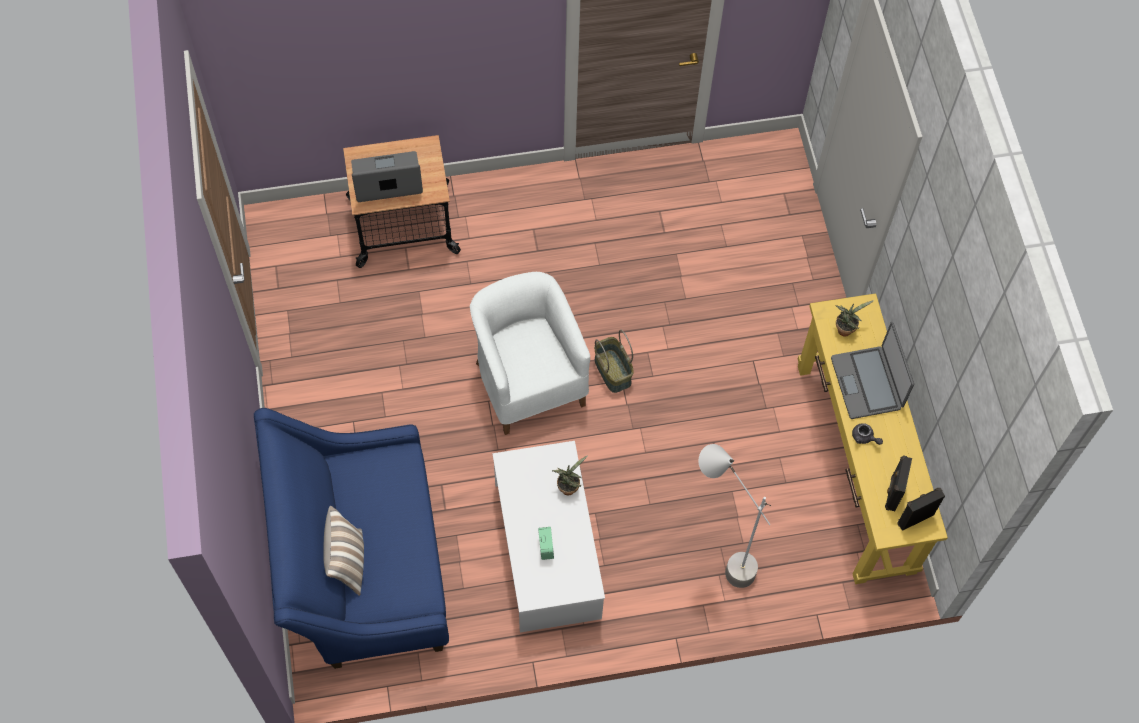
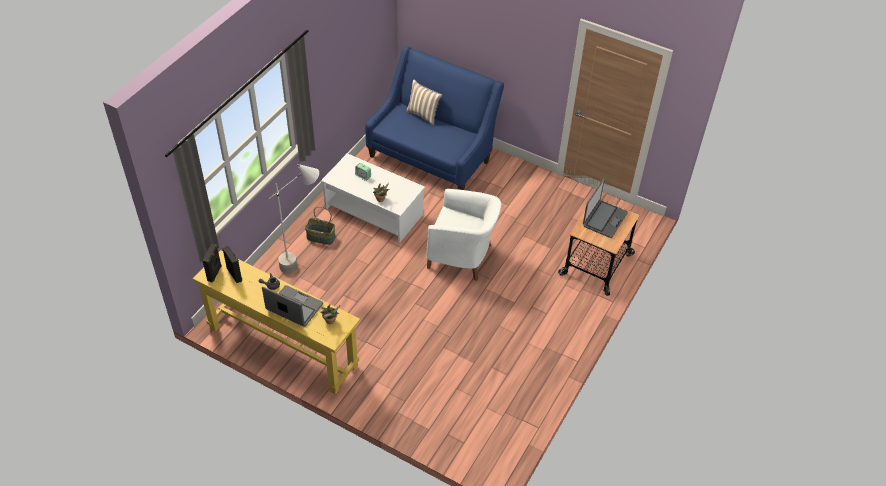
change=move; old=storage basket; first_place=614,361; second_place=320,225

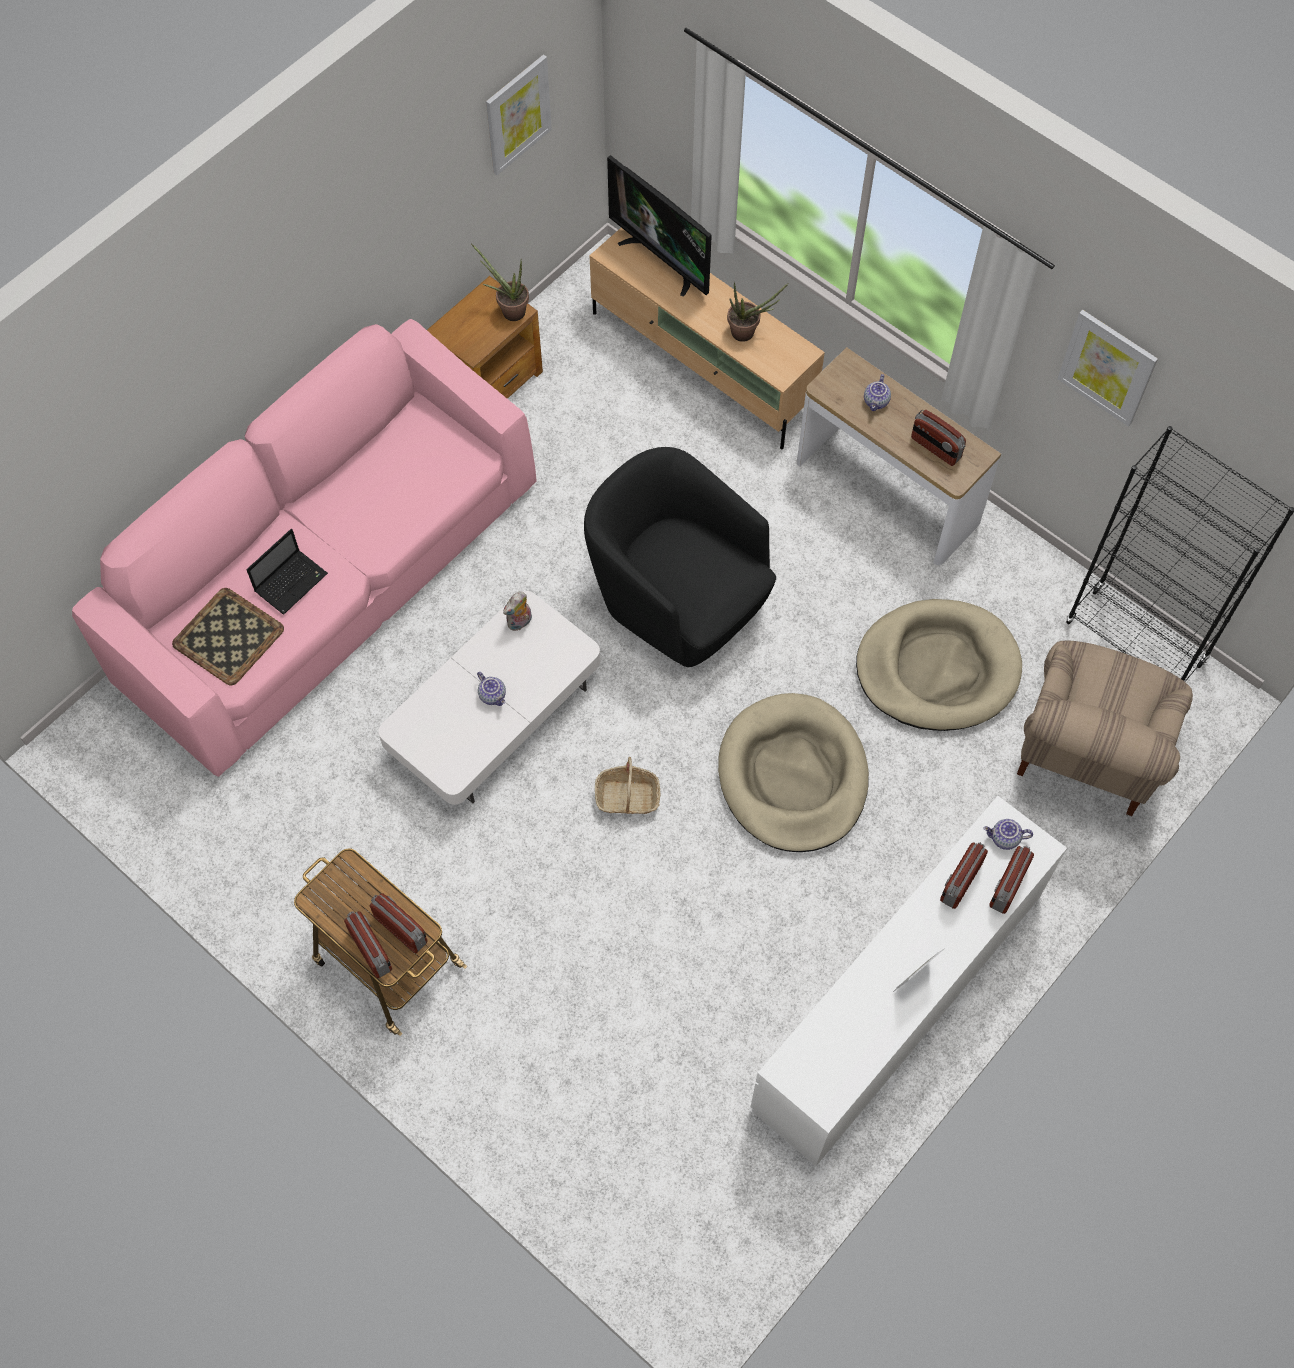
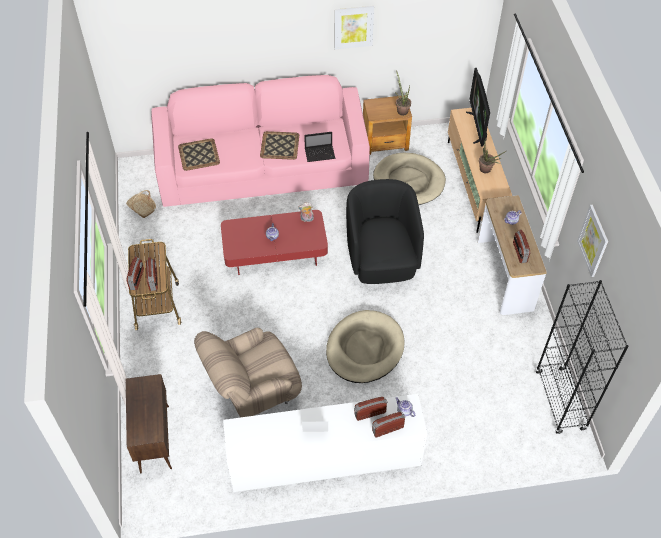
change=move; old=storage basket; first_place=627,785; second_place=141,204
change=insert; new=cupboard (brownish); second_place=149,423
change=move; old=armchair (beige); first_place=1105,728; second_place=248,373
change=recolor; old=lounge table (whitish); new=lounge table (reddish); first_place=489,698; second_place=274,242
change=insert; new=serving tray; second_place=279,145
change=move; old=portable computer; first_place=287,572; second_place=319,147
change=move; old=wall picture; first_place=519,115; second_place=354,27
change=move; old=dog bed (beige); first_place=939,665; second_place=409,179

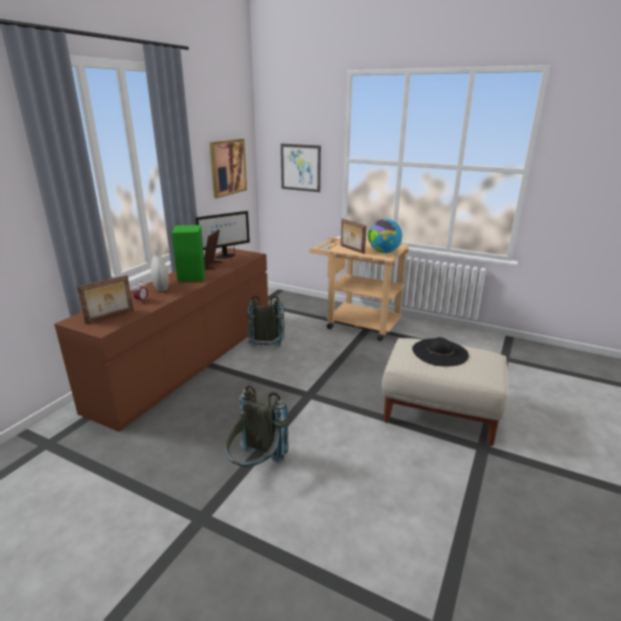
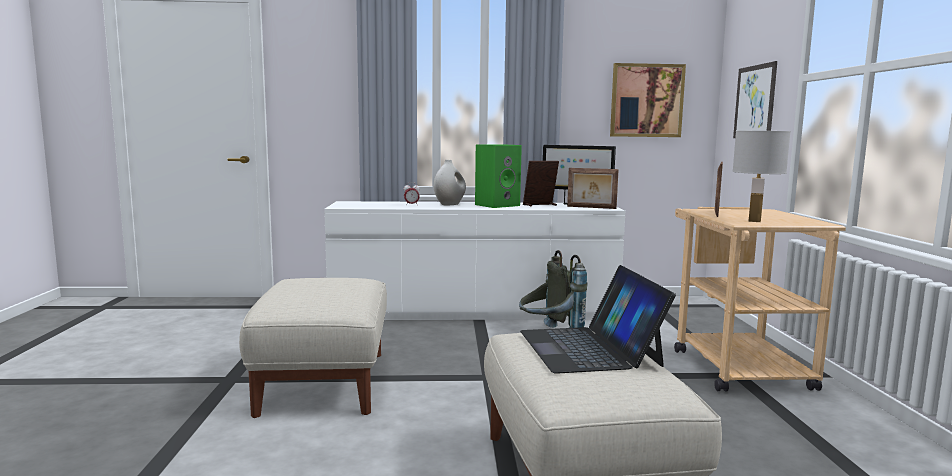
change=replace; old=backpack (greyish); new=pouffe (beige); first_place=256,426; second_place=313,348
change=recolor; old=drawer chest (brownish); new=drawer chest (whitish); first_place=161,340; second_place=474,260
change=replace; old=clothing hat (black-coloured); new=portable computer; first_place=440,351; second_place=598,319
change=move; old=picture frame; first_place=105,299; second_place=593,188
change=replace; old=desk globe; new=table lamp (whitish); first_place=385,236; second_place=761,176

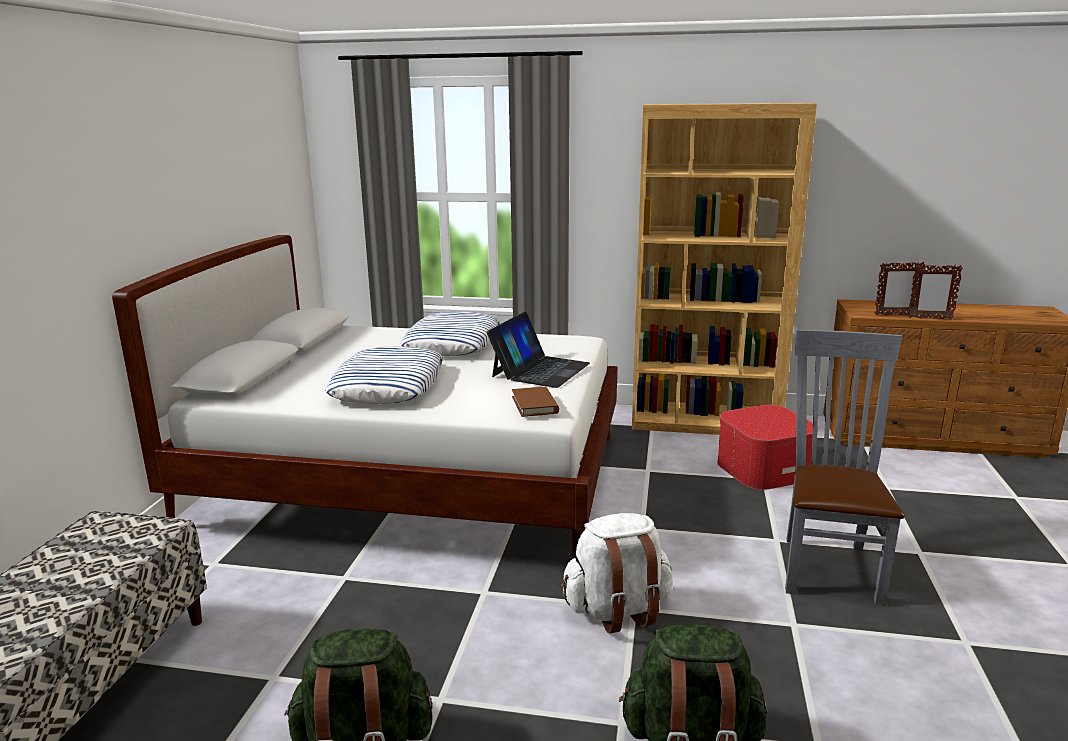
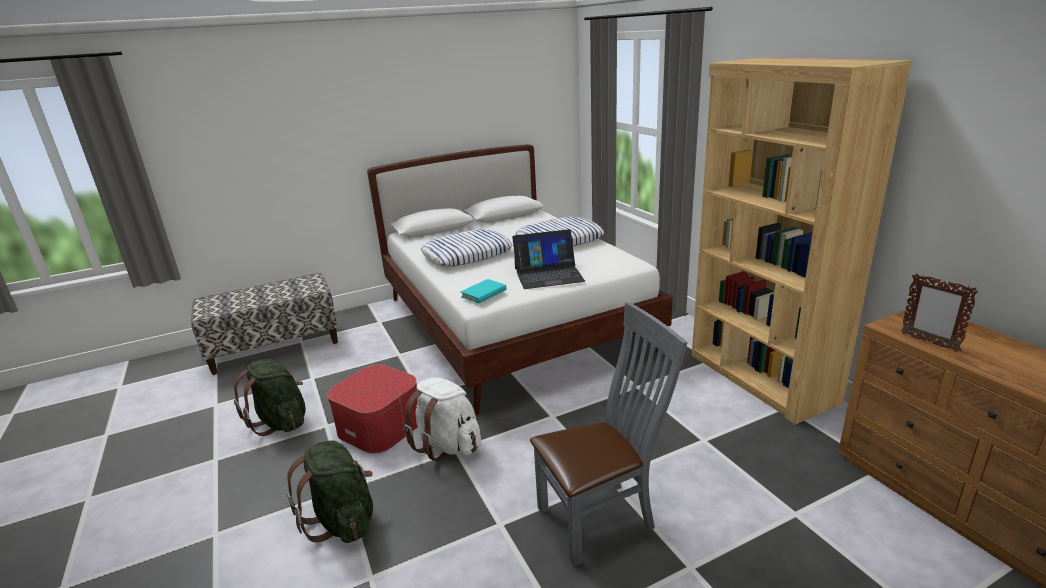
change=move; old=pouffe; first_place=767,447; second_place=372,408
change=recolor; old=book (brownish); new=book (turquoise); first_place=535,402; second_place=483,291
change=delete; old=picture frame; first_place=935,292

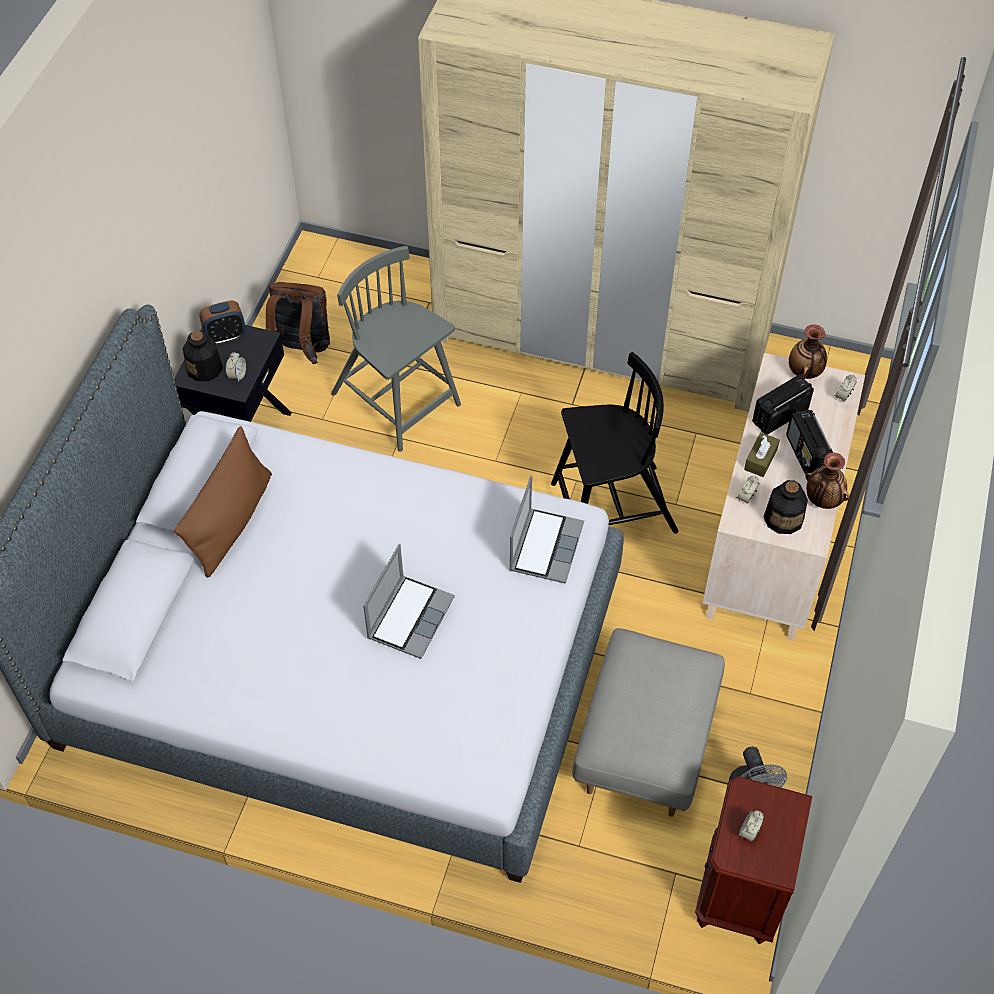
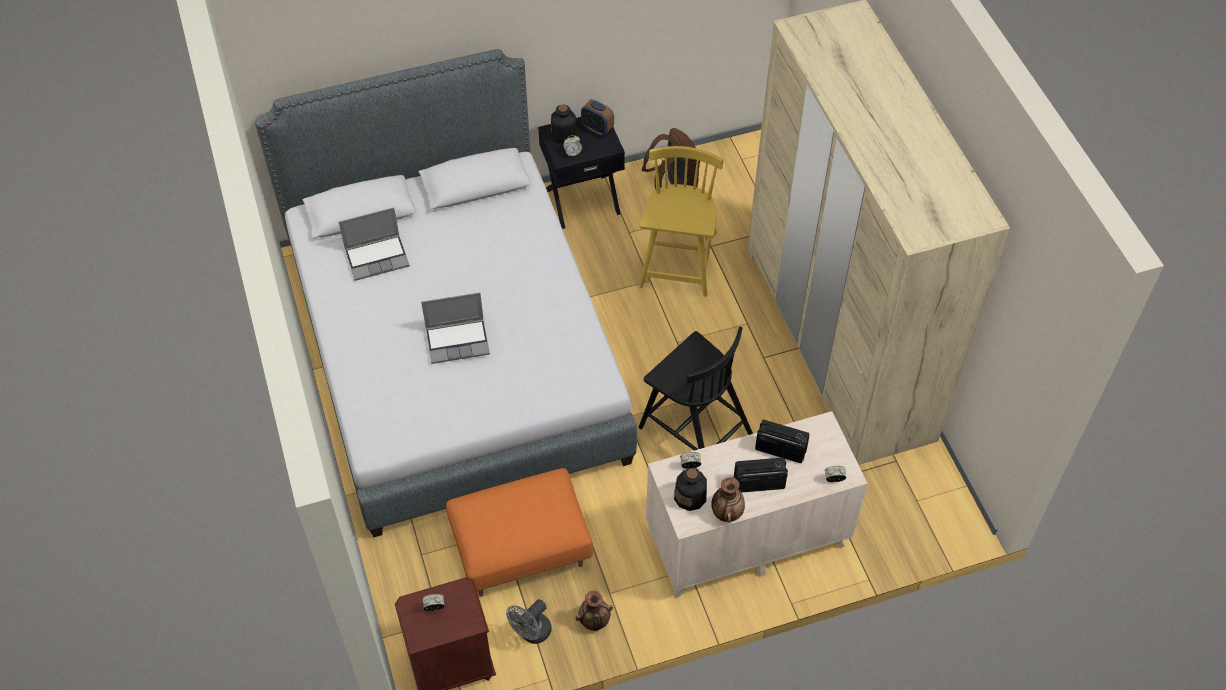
change=move; old=portable computer; first_place=546,529; second_place=374,244
change=recolor; old=pouffe (greyish); new=pouffe (orange-coloured); first_place=648,722; second_place=520,532
change=move; old=flower vase; first_place=808,352; second_place=594,611
change=recolor; old=plain chair (greyish); new=plain chair (yellow-coloured); first_place=396,349; second_place=681,221
change=rotate; old=radio set; first_place=809,443; second_place=761,475; degrees=45
change=delete; old=throw pillow (brownish); first_place=223,502
change=delete; old=tissue box (brownish); first_place=762,454

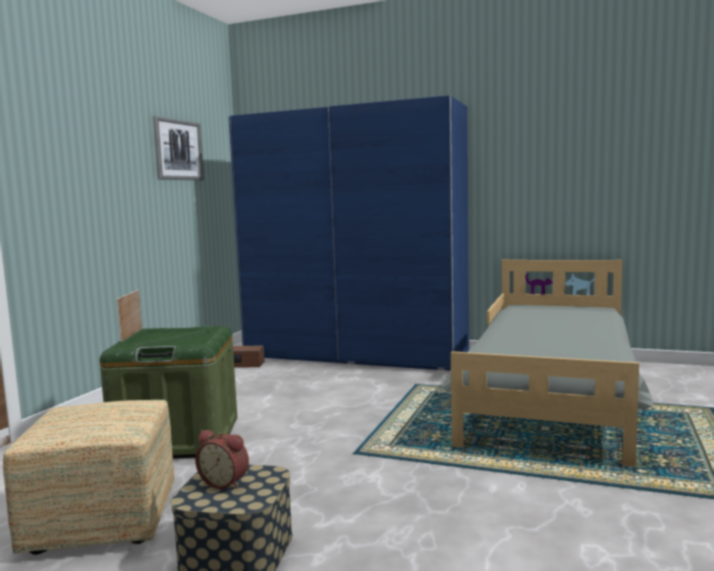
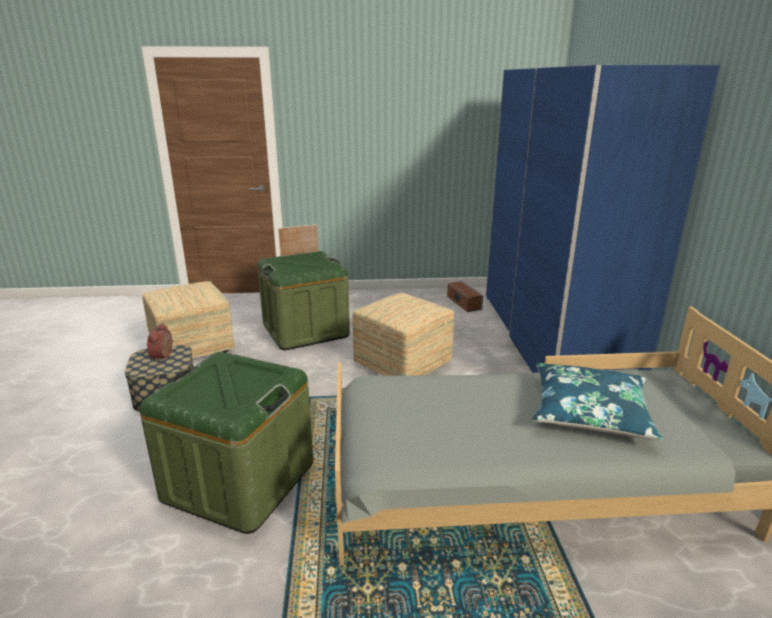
change=insert; new=storage bin (green); second_place=226,443
change=insert; new=pouffe; second_place=403,334
change=insert; new=throw pillow (blue-coloured); second_place=598,402
change=delete; old=wall picture; first_place=178,148

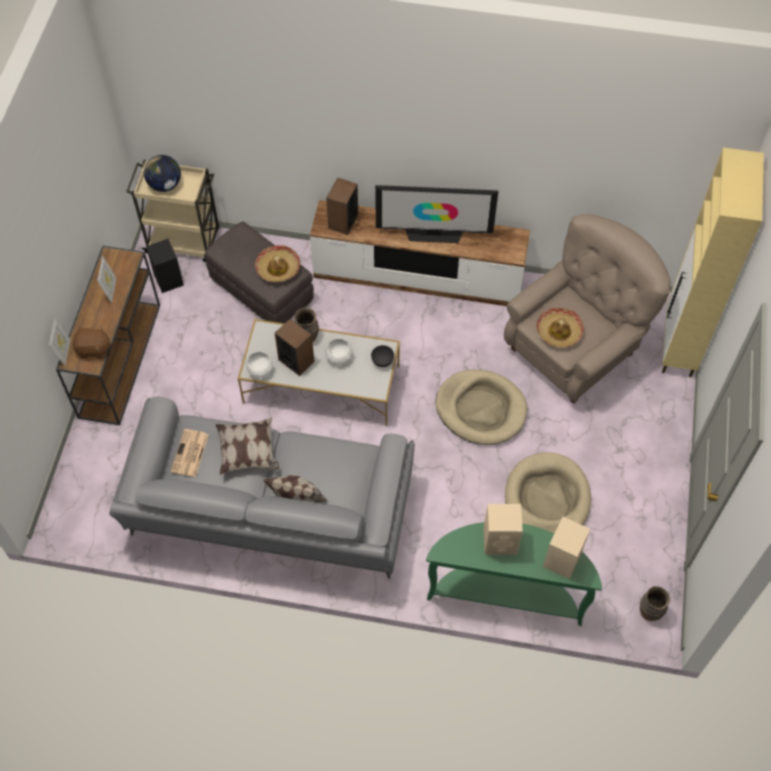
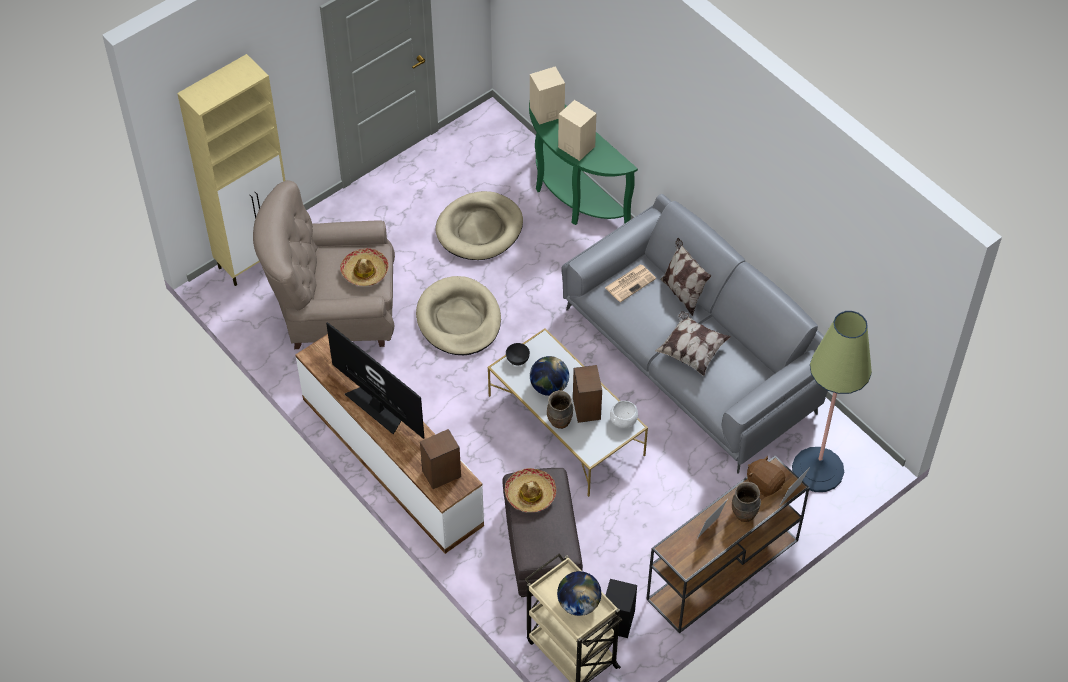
change=replace; old=deep dish (whitish); new=desk globe; first_place=339,352; second_place=549,376
change=move; old=daily paper; first_place=190,453; second_place=630,283
change=move; old=flower vase (brownish); first_place=655,603; second_place=746,502
change=insert; new=standing lamp; second_place=832,401

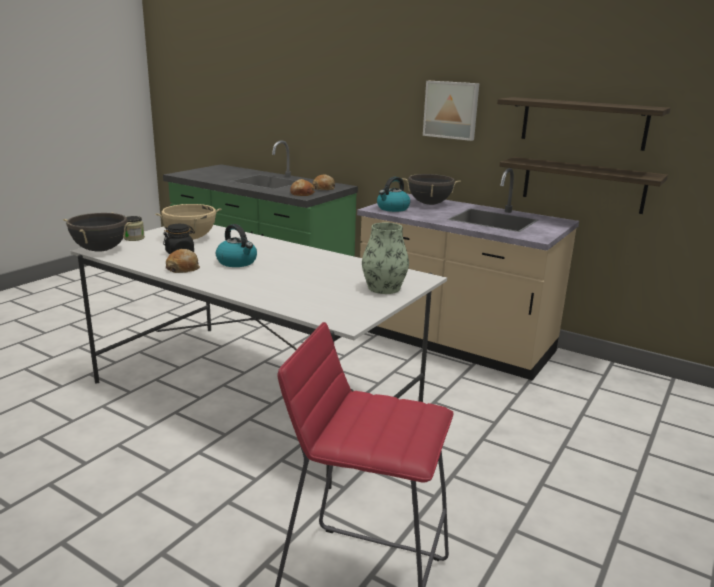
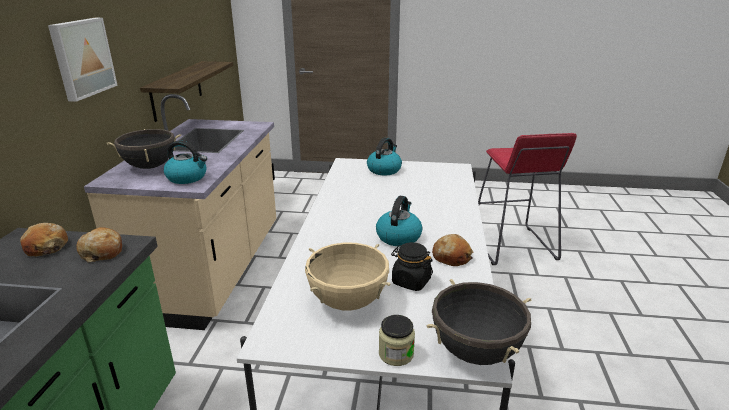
change=replace; old=flower vase; new=kettle; first_place=385,258; second_place=384,156
change=delete; old=wall shelf; first_place=584,124

